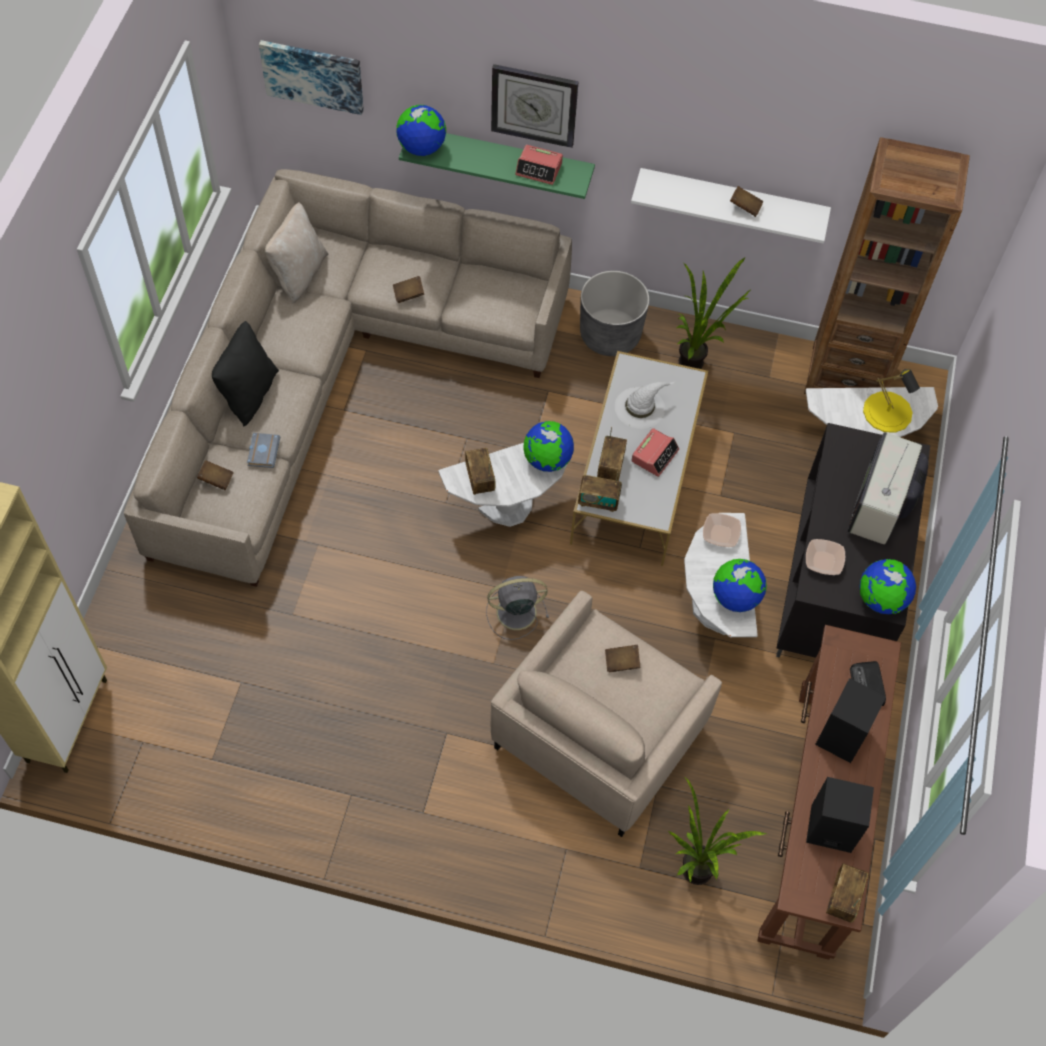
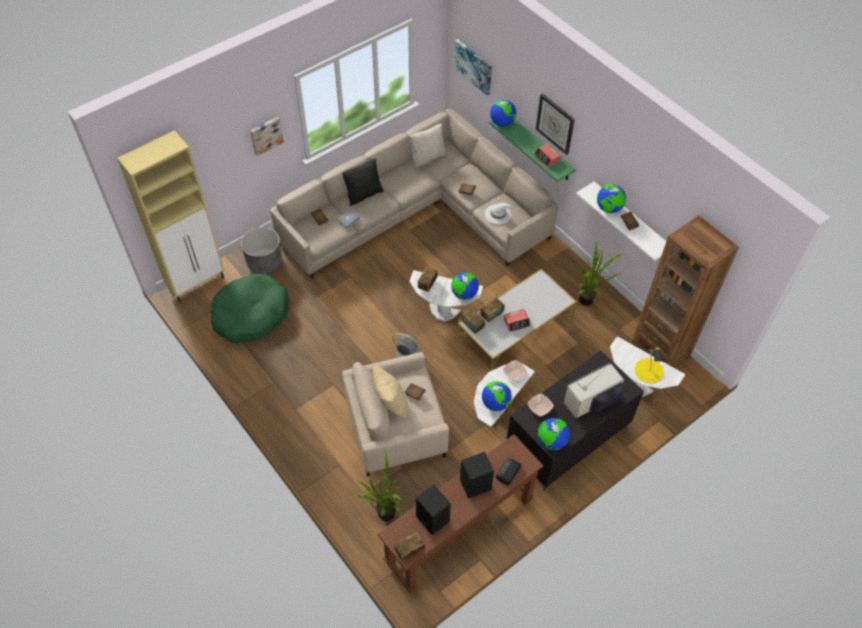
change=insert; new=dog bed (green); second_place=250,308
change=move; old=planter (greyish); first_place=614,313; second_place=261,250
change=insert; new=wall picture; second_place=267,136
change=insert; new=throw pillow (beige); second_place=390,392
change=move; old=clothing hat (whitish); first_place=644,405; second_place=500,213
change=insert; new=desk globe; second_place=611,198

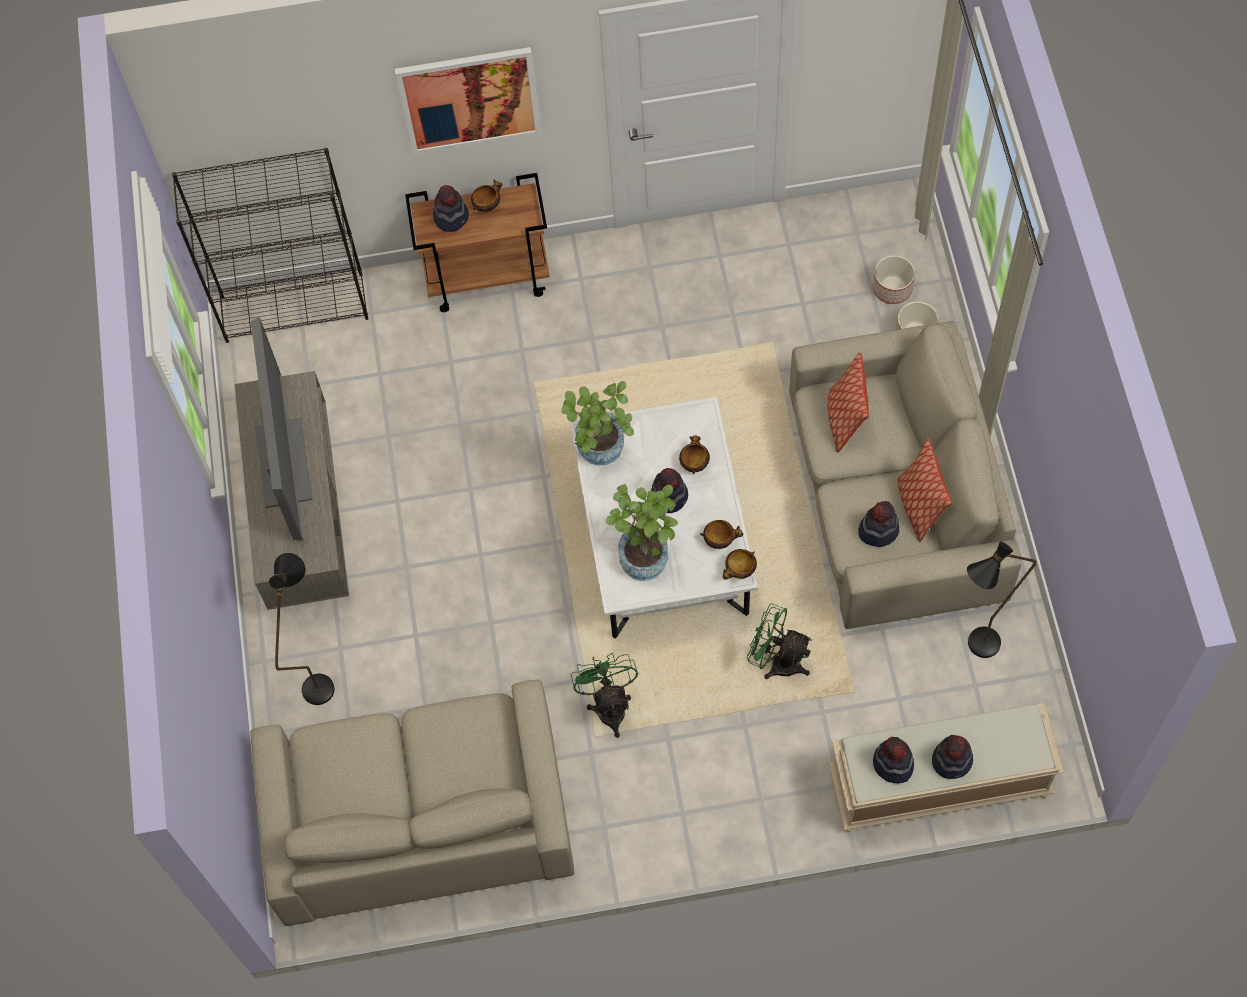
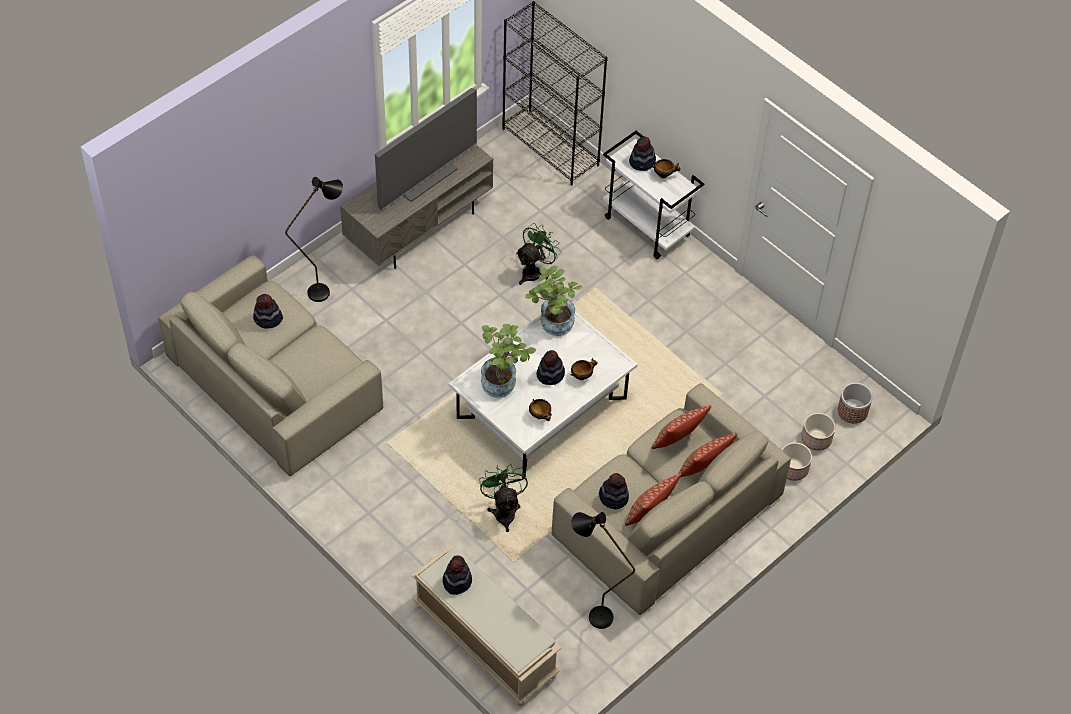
change=move; old=clothing hat; first_place=952,757; second_place=268,311
change=move; old=electric fan (green); first_place=604,695; second_place=538,254
change=recolor; old=trolley (brownish); new=trolley (whitish); first_place=477,242; second_place=653,195
change=insert; new=throw pillow; second_place=708,455
change=insert; new=planter; second_place=855,403
change=delete; old=wall picture; first_place=468,101
change=delete; old=deep dish; first_place=740,564

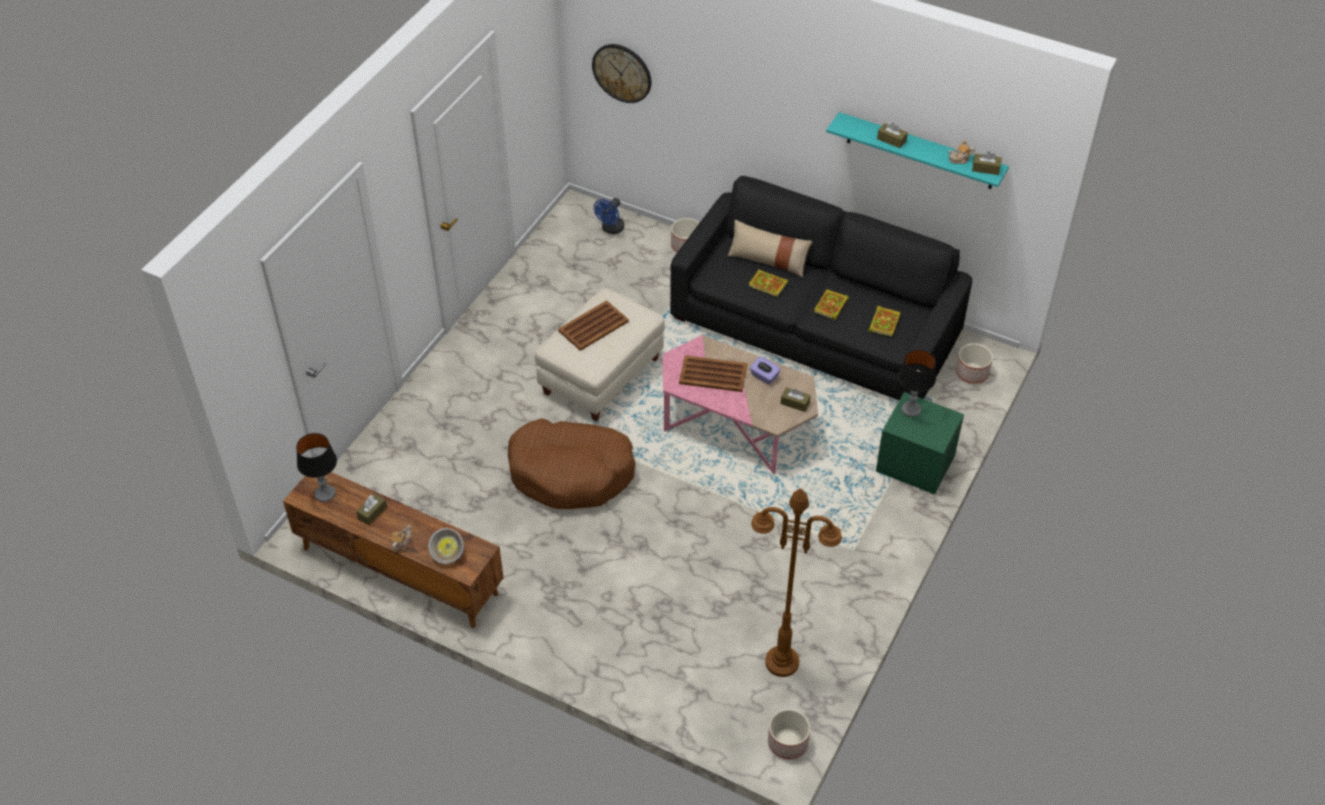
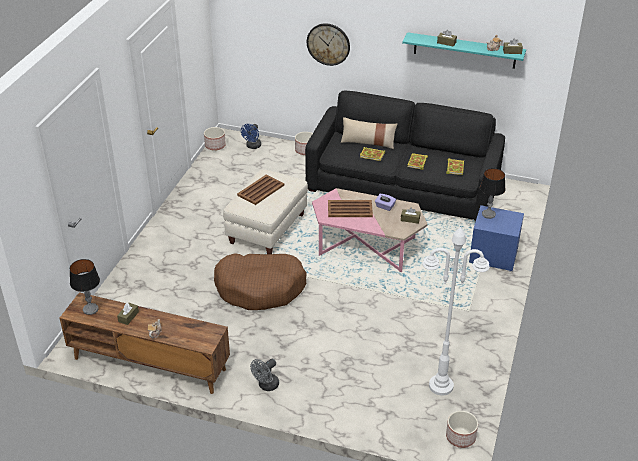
change=move; old=planter; first_place=974,363; second_place=215,139
change=insert; new=electric fan (greyish); second_place=264,375
change=move; old=wall clock; first_place=621,73; second_place=328,44
change=recolor; old=standing lamp (brownish); new=standing lamp (whitish); first_place=796,583; second_place=456,311
change=recolor; old=night table (green); new=night table (blue-coloured); first_place=920,443; second_place=496,238
change=delete; old=deep dish; first_place=446,546

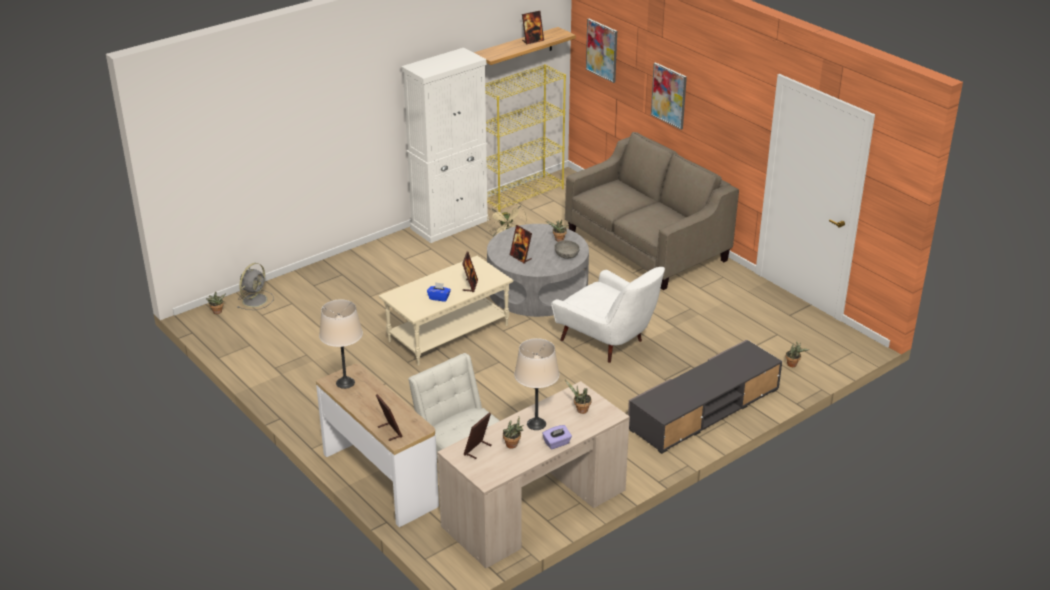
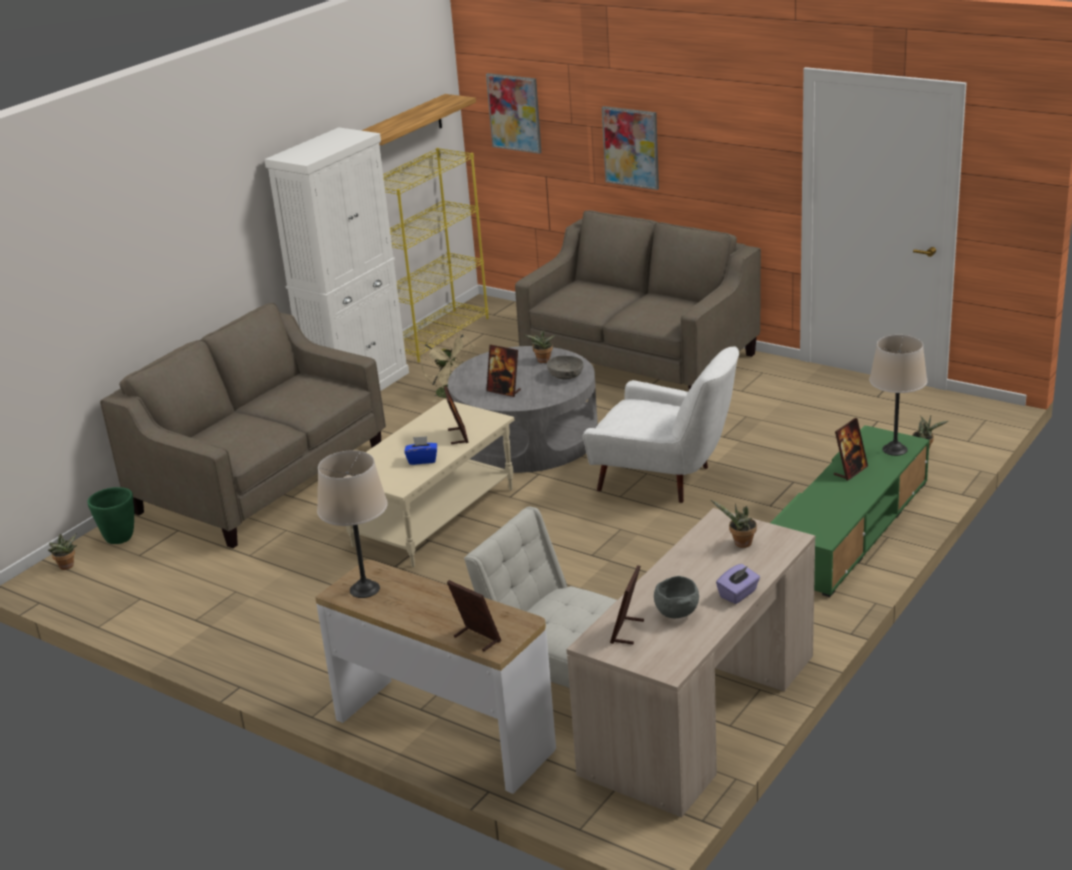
change=replace; old=electric fan (greyish); new=planter (green); first_place=255,286; second_place=110,515
change=insert; new=couch (beige); second_place=243,425
change=replace; old=plant in a pot; new=deep dish (greyish); first_place=513,433; second_place=676,597
change=recolor; old=tv stand (greyish); new=tv stand (green); first_place=705,397; second_place=850,511
change=move; old=picture frame; first_place=533,27; second_place=851,449
change=move; old=table lamp (beige); first_place=536,384; second_place=898,395

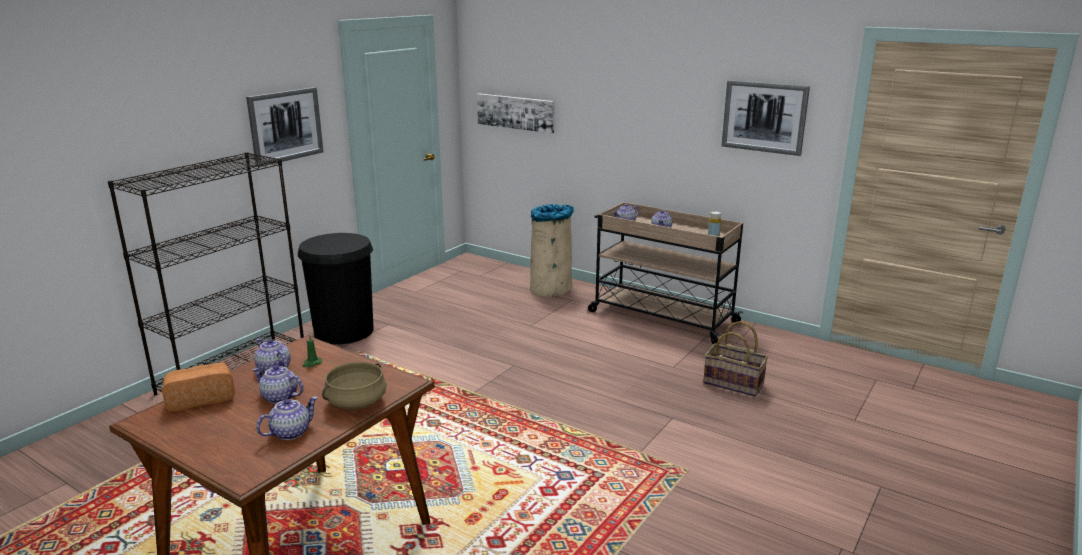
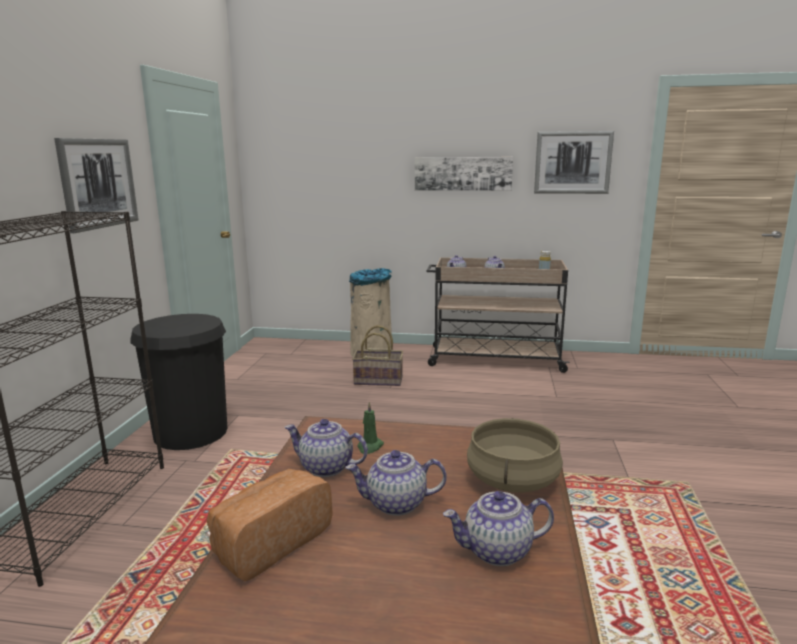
change=move; old=storage basket; first_place=735,359; second_place=377,355
change=move; old=wall picture; first_place=515,113; second_place=464,174
change=rotate; old=tea pot; first_place=287,418; second_place=498,528; degrees=-120

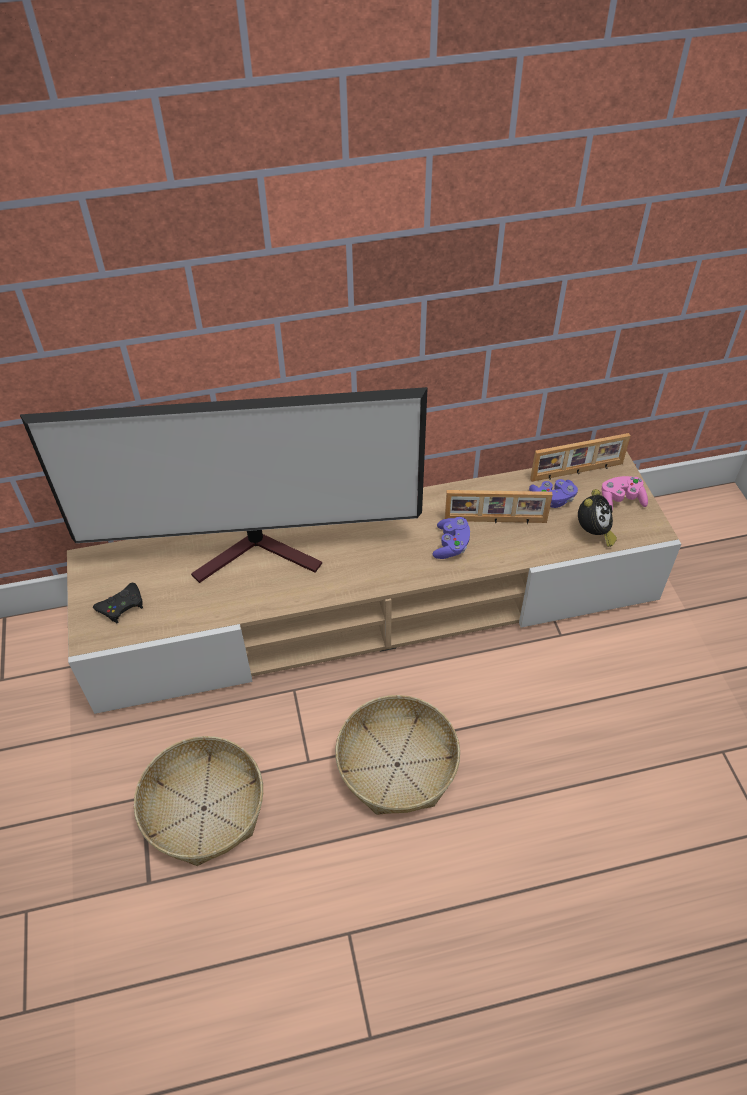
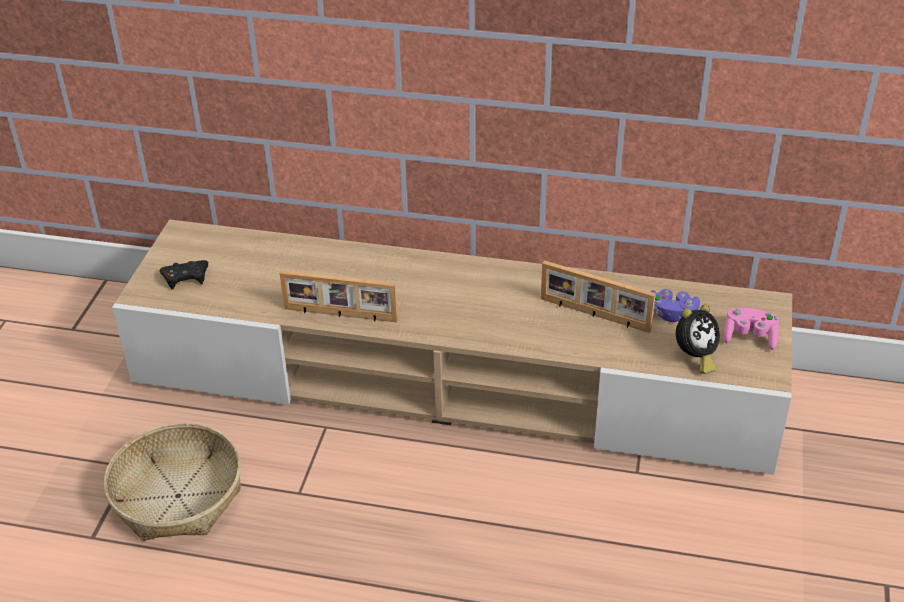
change=move; old=picture frame; first_place=580,457; second_place=338,296
change=delete; old=TV set; first_place=224,485
change=delete; old=storage basket; first_place=397,755
change=delete; old=joypad (purple-coloured); first_place=451,538

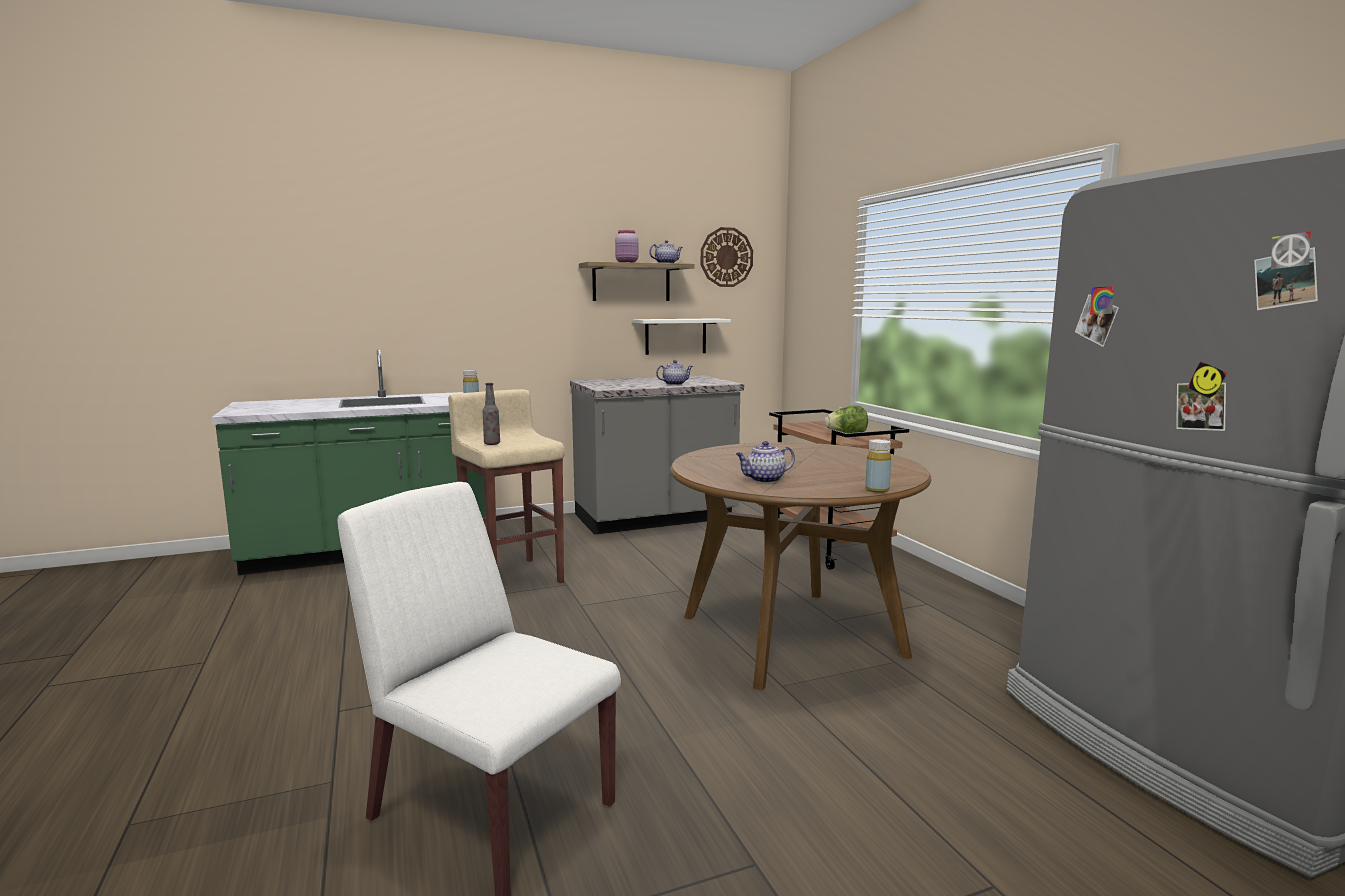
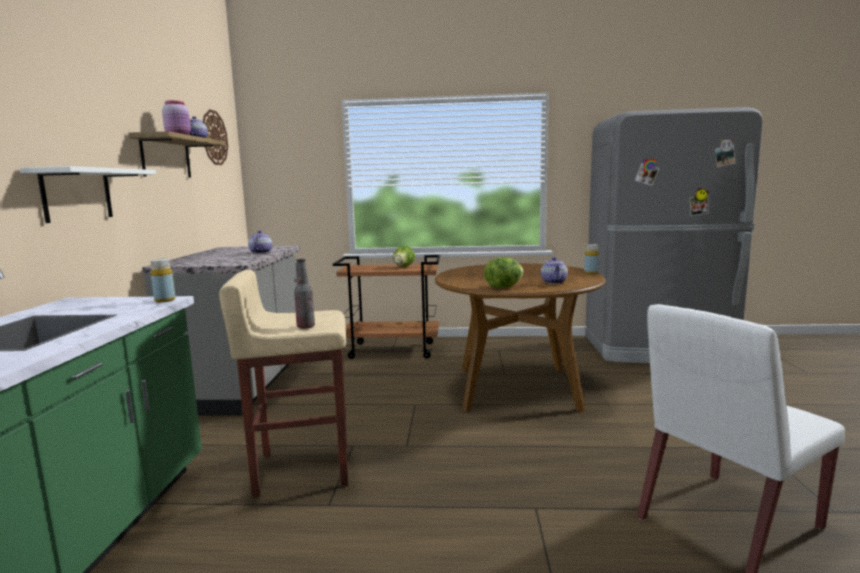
change=move; old=wall shelf (whitish); first_place=682,336; second_place=88,194
change=insert; new=head of lettuce; second_place=504,272

